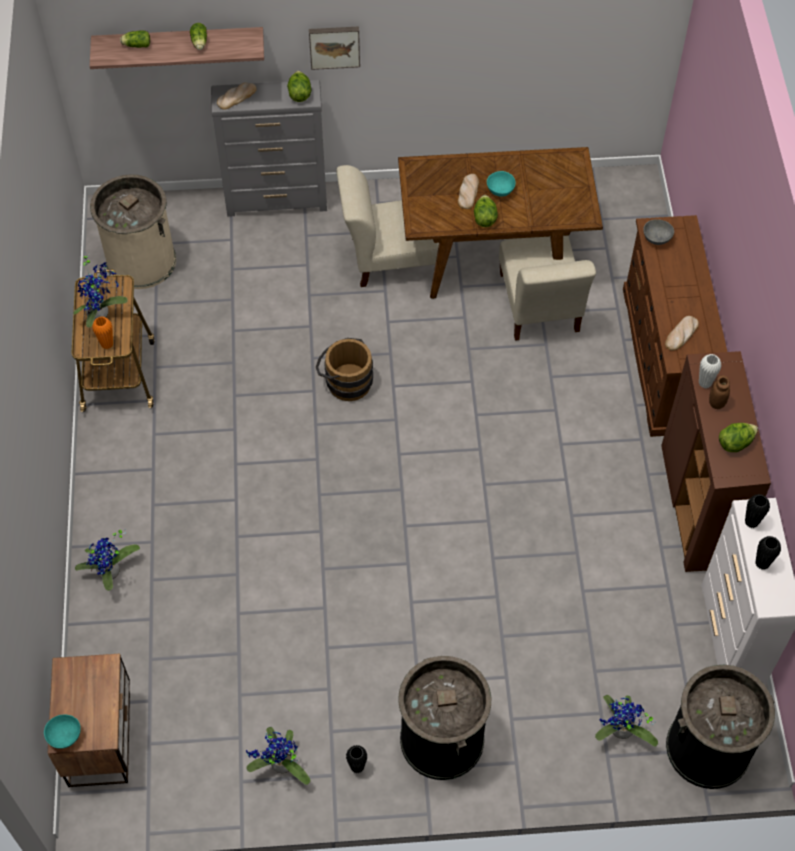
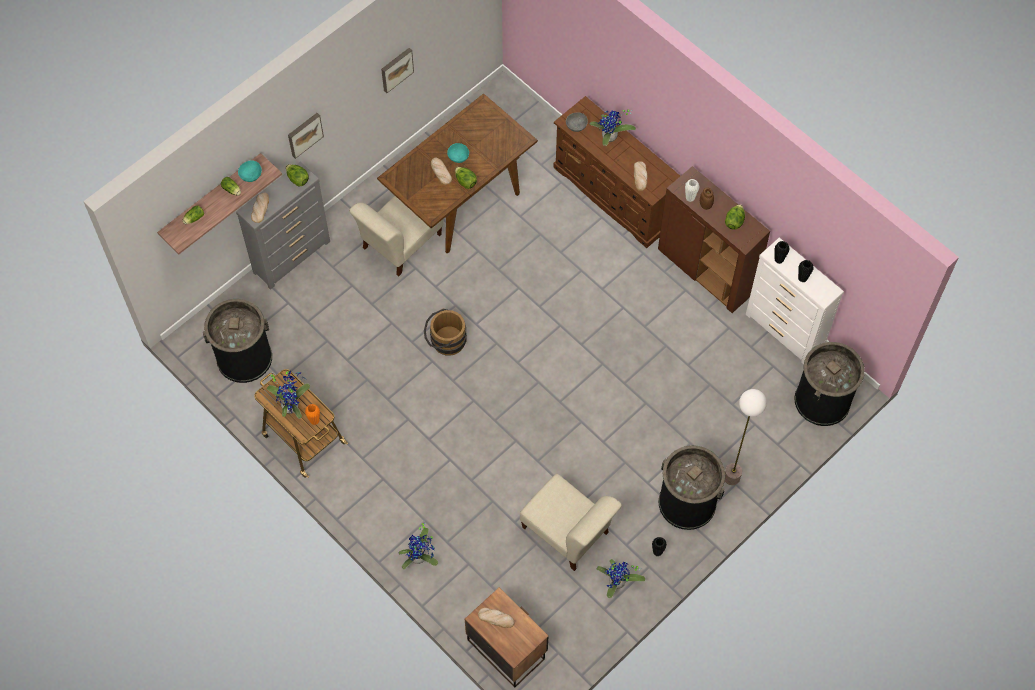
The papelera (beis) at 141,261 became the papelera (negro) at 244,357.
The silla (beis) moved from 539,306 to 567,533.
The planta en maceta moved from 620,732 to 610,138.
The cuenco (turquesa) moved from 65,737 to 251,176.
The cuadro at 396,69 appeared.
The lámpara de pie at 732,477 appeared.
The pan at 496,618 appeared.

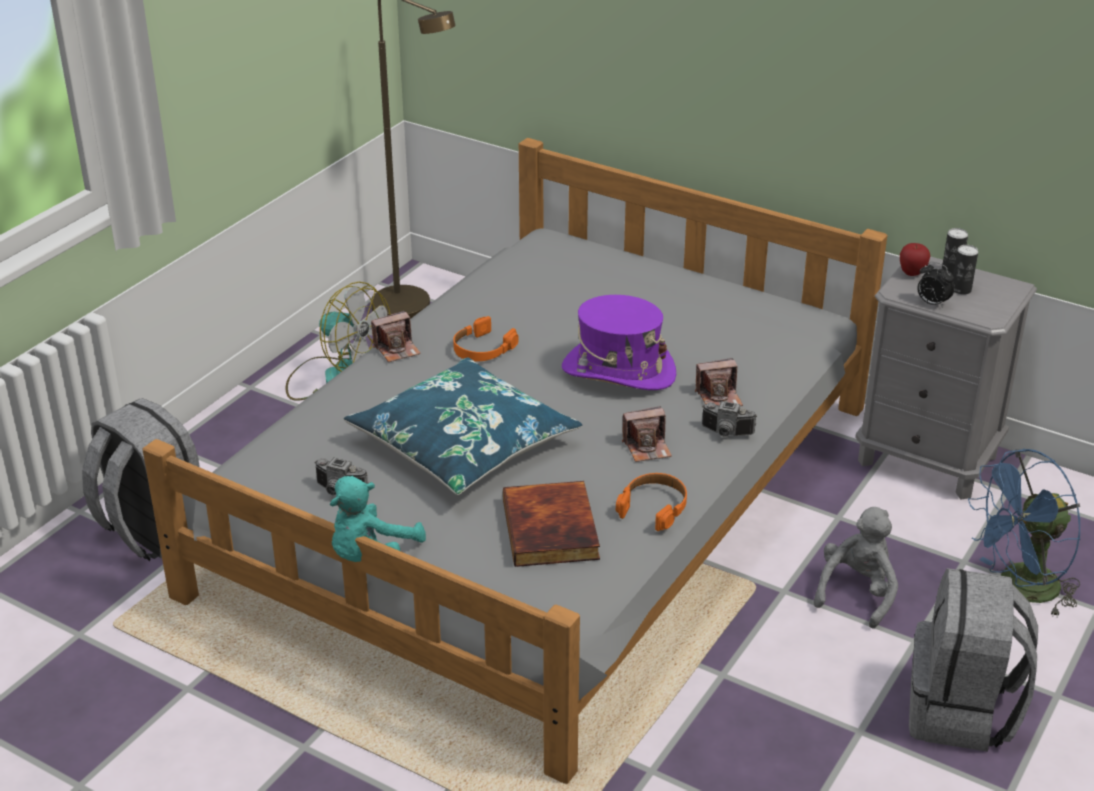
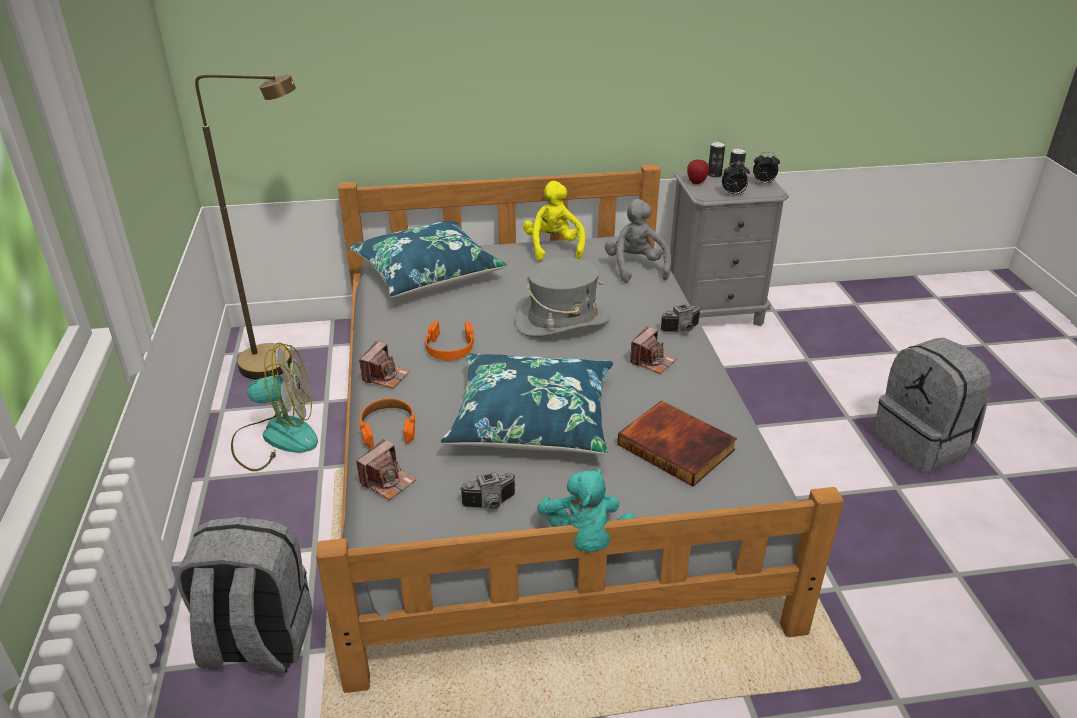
The sombrero (morado) at 618,371 became the sombrero (gris) at 562,322.
The cámara moved from 719,397 to 387,482.
The ventilador (azul) at 1019,590 disappeared.
The auriculares (naranja) moved from 654,507 to 388,428.
The peluche (gris) moved from 857,593 to 635,268.
The despertador at 763,183 appeared.
The peluche (amarillo) at 553,247 appeared.
The cojín (azul) at 427,273 appeared.

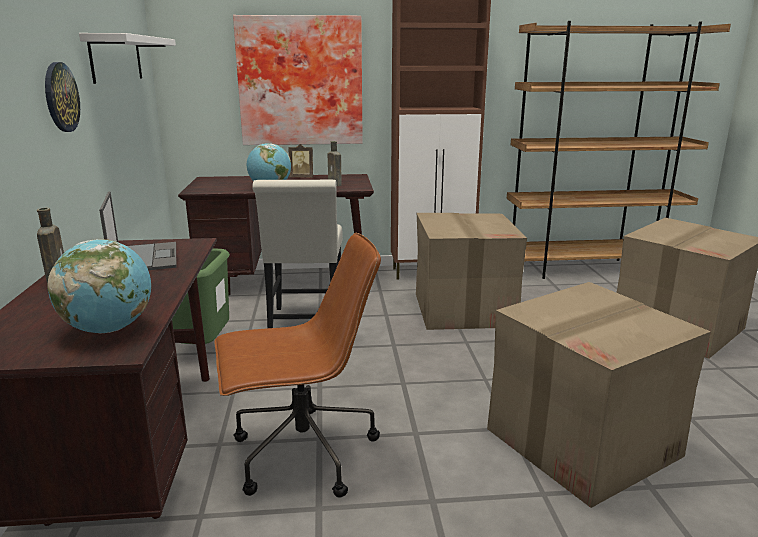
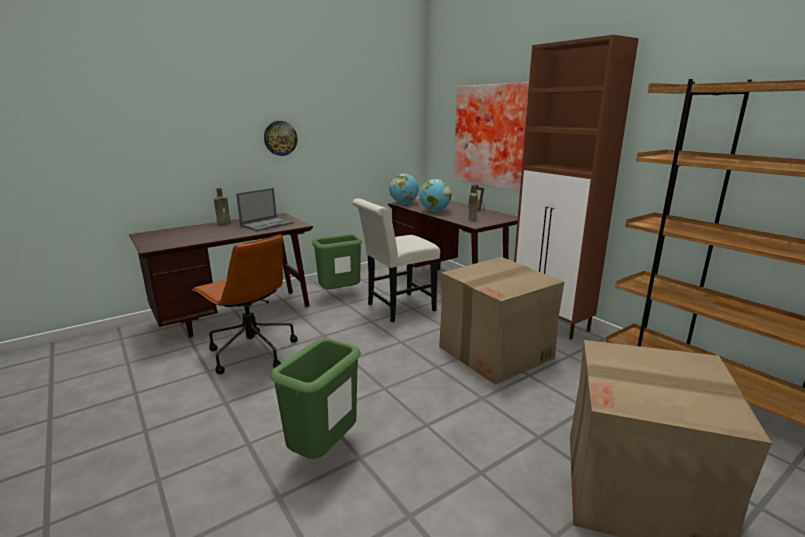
The estante (blanco) at 116,58 disappeared.
The globo terráqueo moved from 109,329 to 404,203.
The caja de cartón at 583,441 was replaced by the papelera (verde) at 324,451.

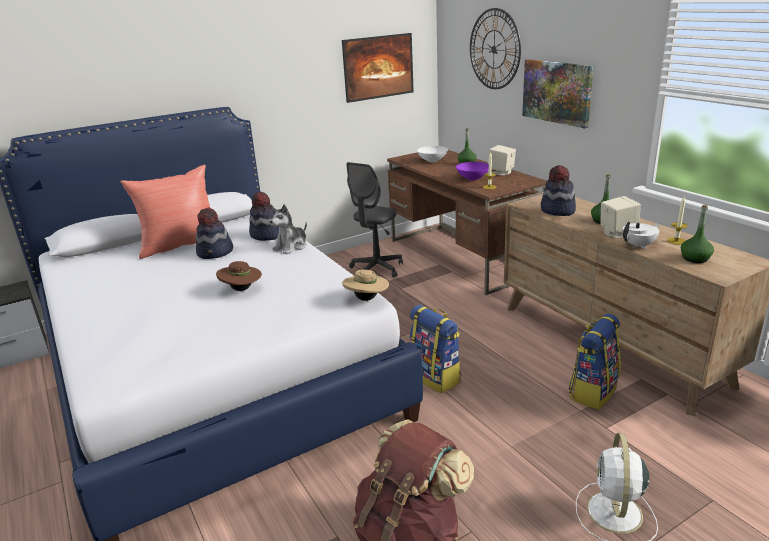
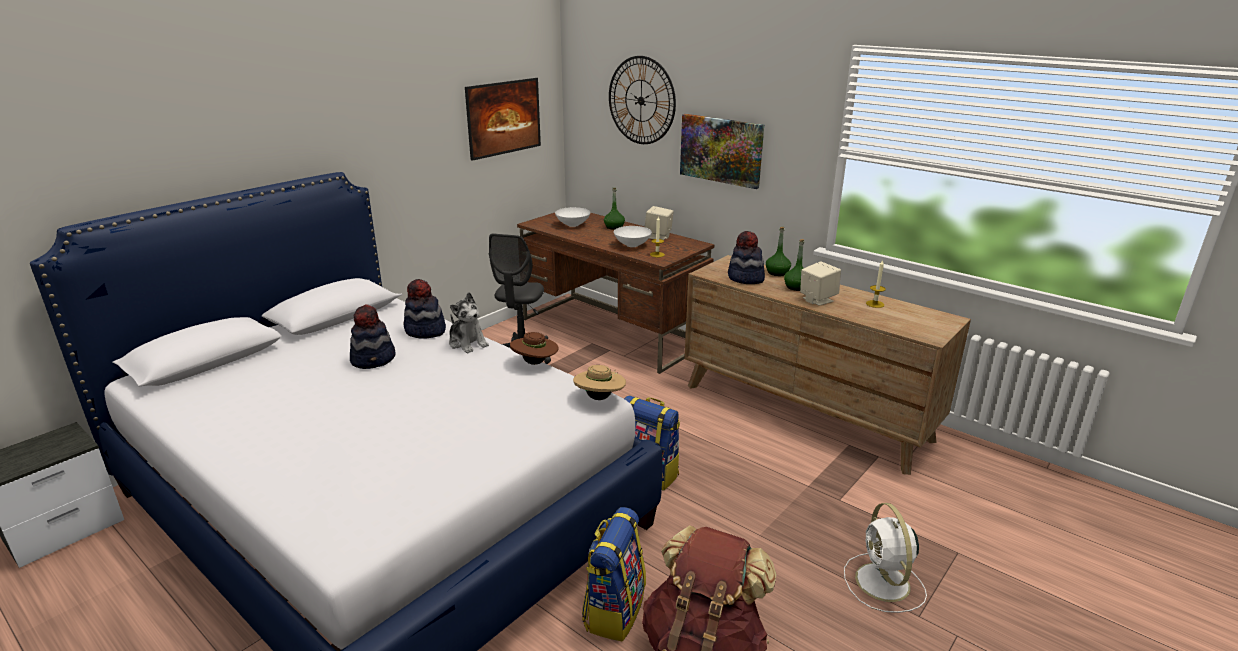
The cuenco (morado) at 473,178 became the cuenco (blanco) at 633,245.
The cojín (rojo) at 181,244 disappeared.
The peluche at 291,247 turned 60 degrees counterclockwise.
The botella (verde) moved from 695,258 to 777,273.
The tetera (blanco) at 639,246 disappeared.
The sombrero (marrón) moved from 241,289 to 535,363.
The mochila moved from 592,391 to 614,610.

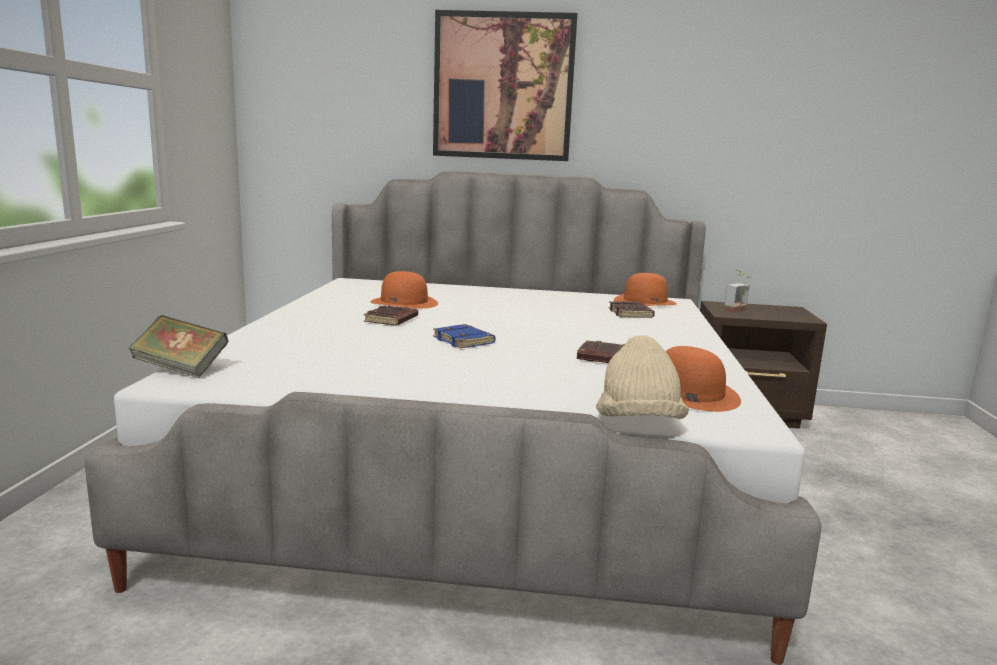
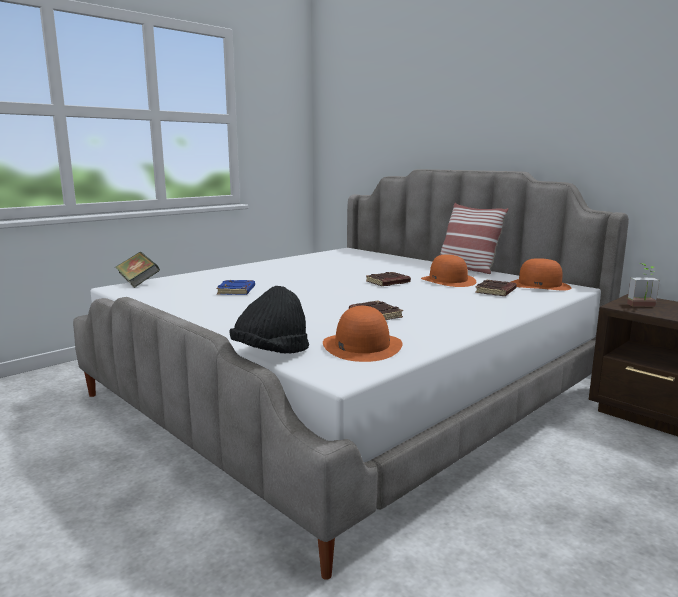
The cuadro at 503,87 disappeared.
The sombrero (naranja) moved from 404,302 to 448,281.
The libro (marrón) moved from 391,320 to 388,283.
The libro (azul) moved from 464,341 to 237,291.
The sombrero (beis) at 638,424 became the sombrero (negro) at 271,353.
The cojín at 467,268 appeared.

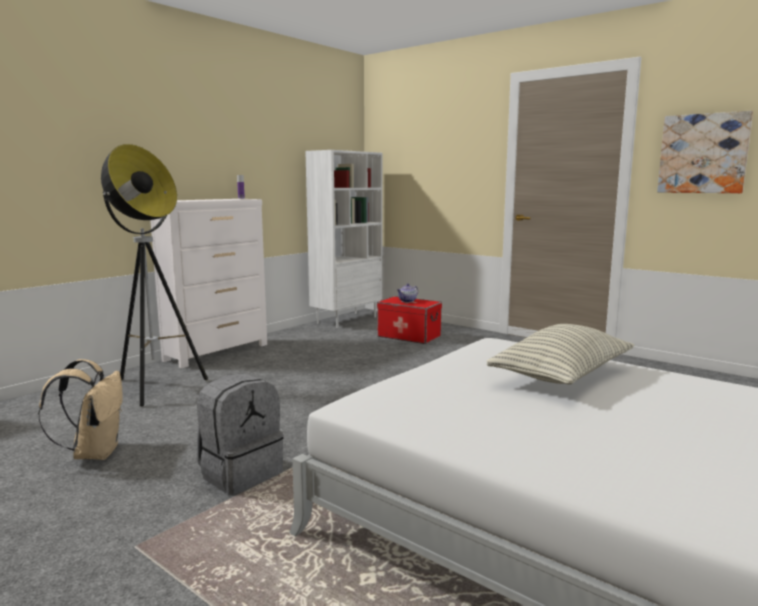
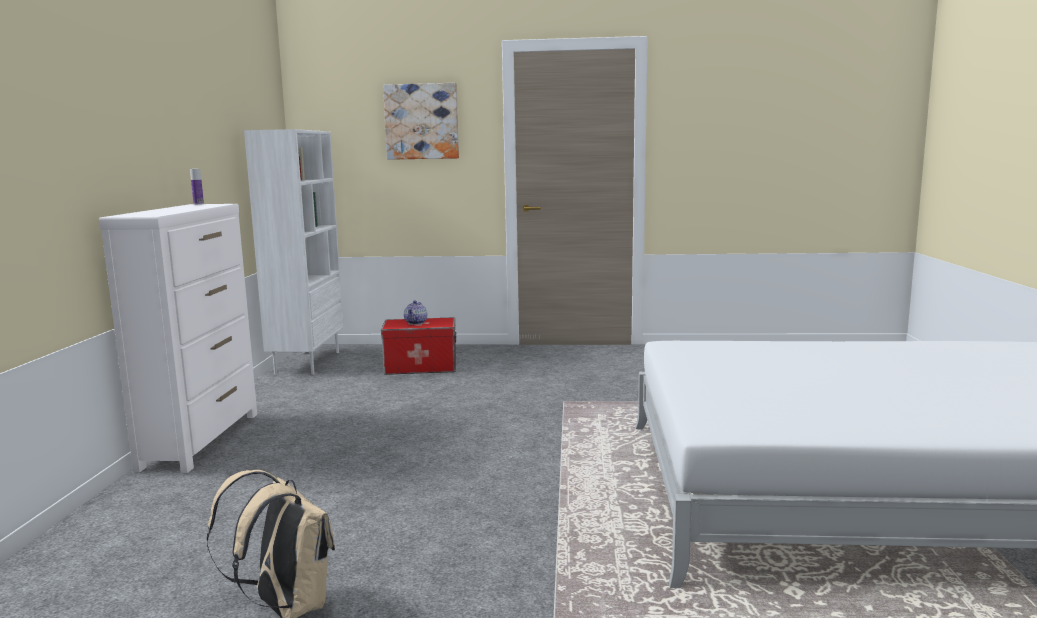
The cuadro moved from 703,153 to 422,121.
The lámpara de pie at 155,387 disappeared.
The cojín at 562,376 disappeared.
The mochila (gris) at 240,473 disappeared.

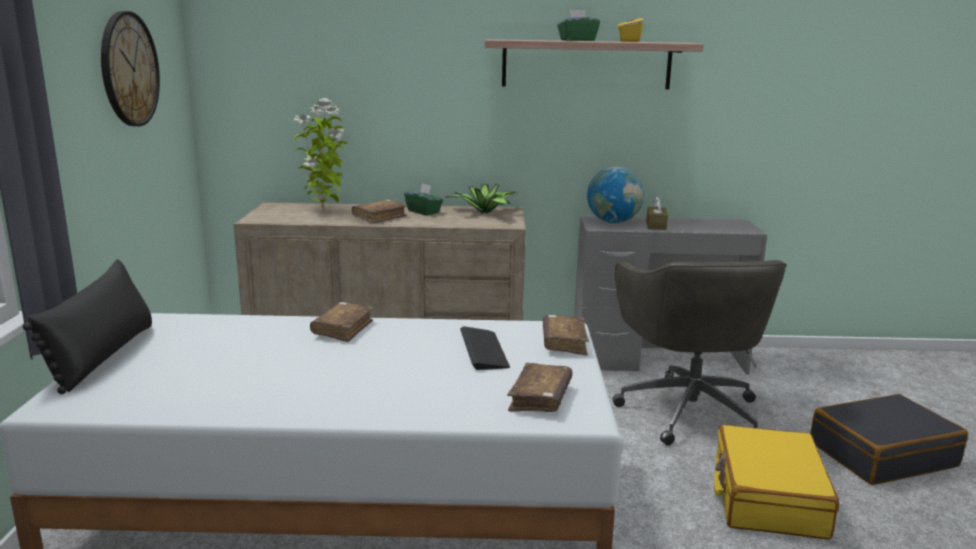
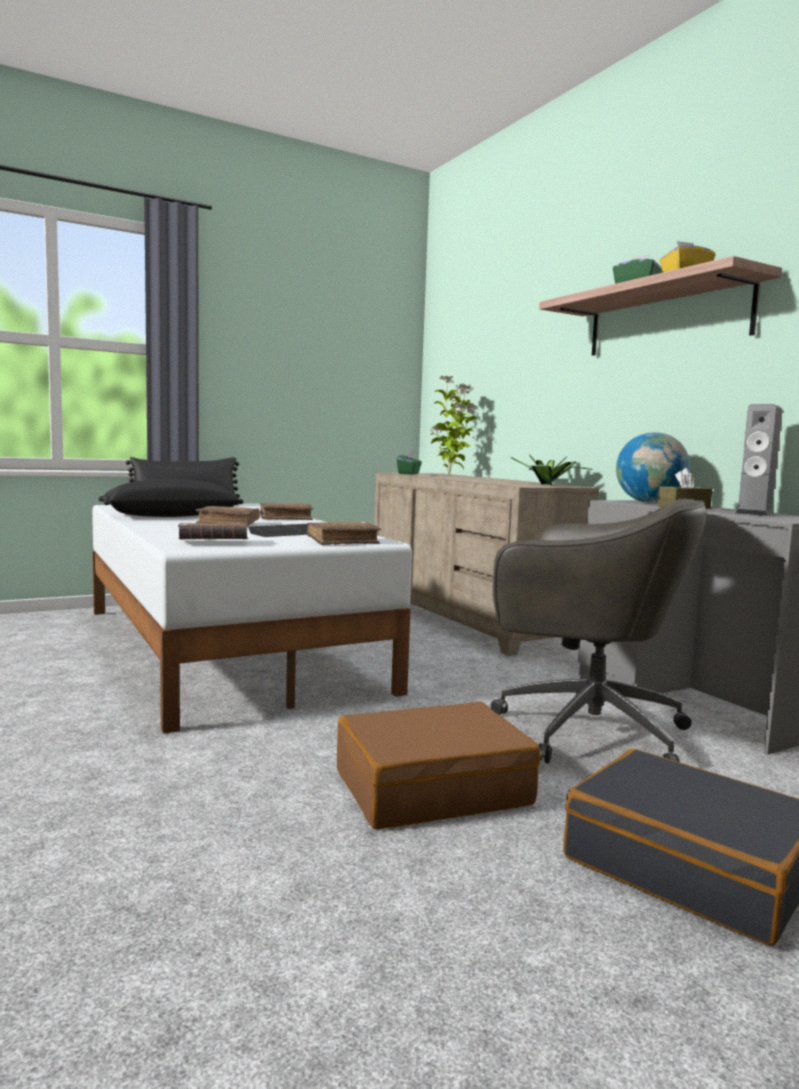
The reloj de pared at 129,69 disappeared.
The caja de pañuelos (verde) moved from 424,212 to 409,474.
The libro (marrón) moved from 379,217 to 228,523.
The silla de oficina (gris) at 689,410 turned 120 degrees counterclockwise.
The maleta (amarillo) at 767,497 became the maleta (marrón) at 432,787.
The altavoz at 754,513 appeared.
The cojín (negro) at 171,516 appeared.

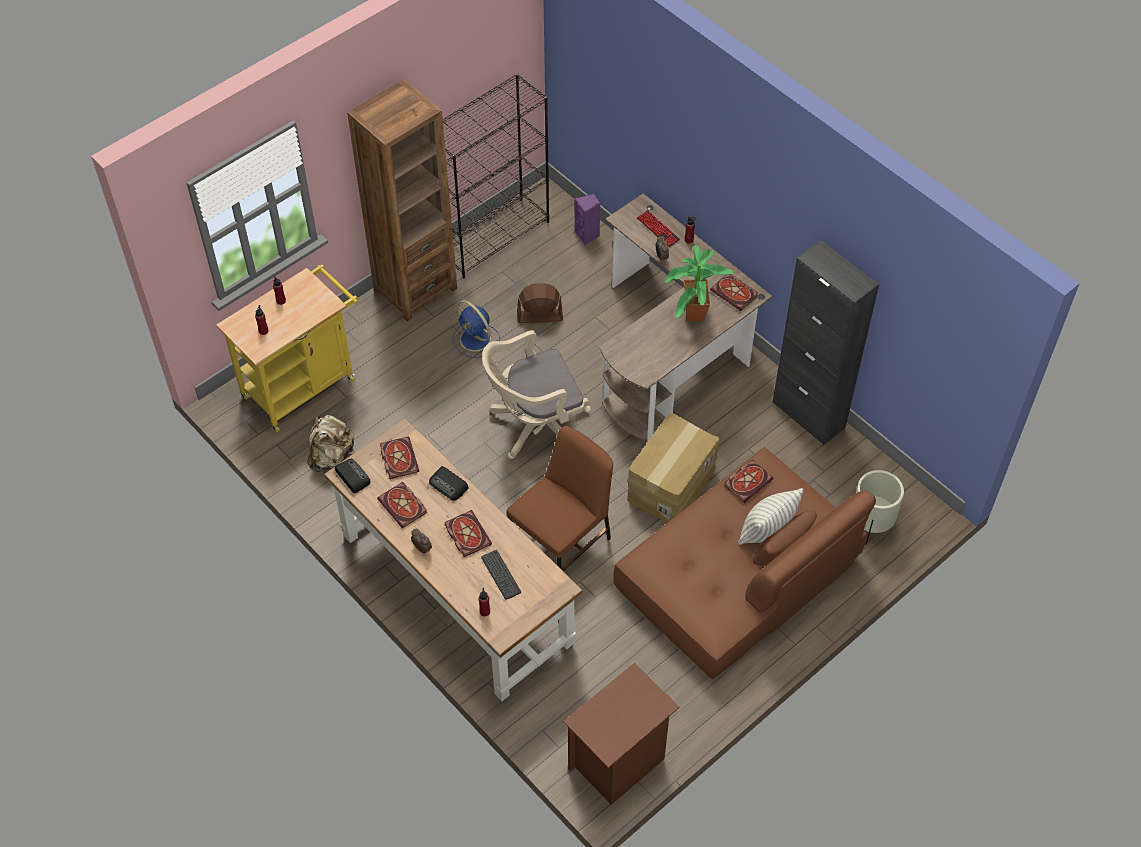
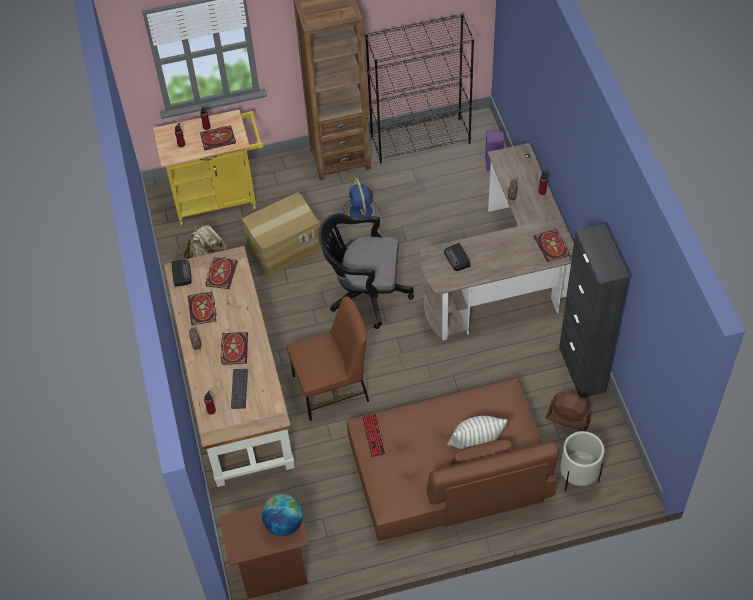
The teclado moved from 658,229 to 373,435.
The planta en maceta at 692,318 disappeared.
The ventilador (marrón) moved from 539,316 to 567,419.
The silla de oficina (beis) at 535,426 became the silla de oficina (negro) at 365,294.
The caja de cartón moved from 670,484 to 284,247.
The libro moved from 748,481 to 218,138.
The radio moved from 449,485 to 457,259.
The globo terráqueo at 284,524 appeared.

